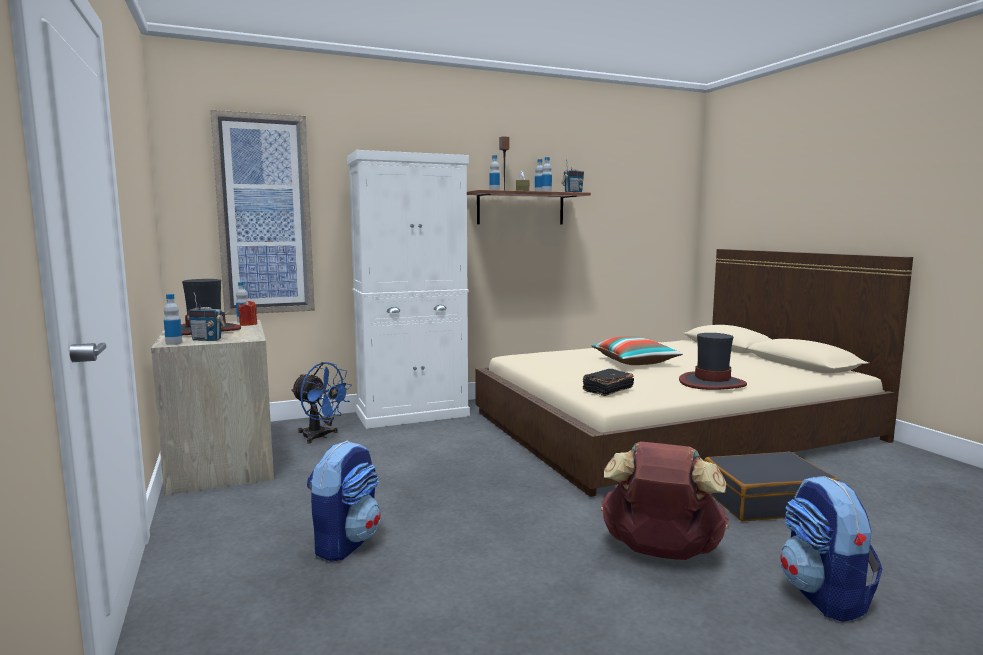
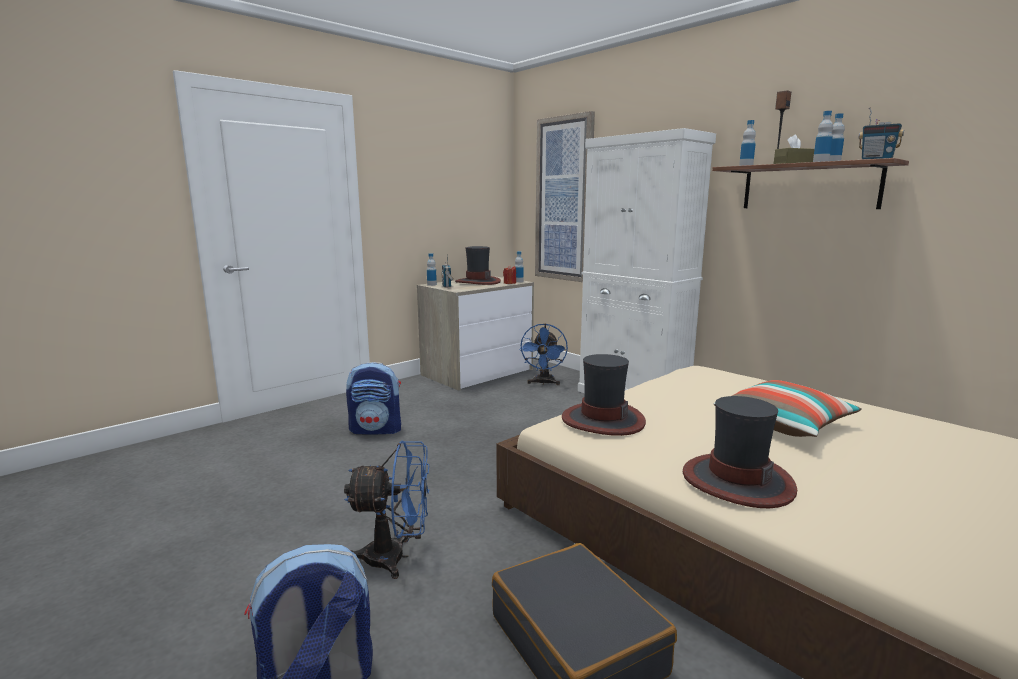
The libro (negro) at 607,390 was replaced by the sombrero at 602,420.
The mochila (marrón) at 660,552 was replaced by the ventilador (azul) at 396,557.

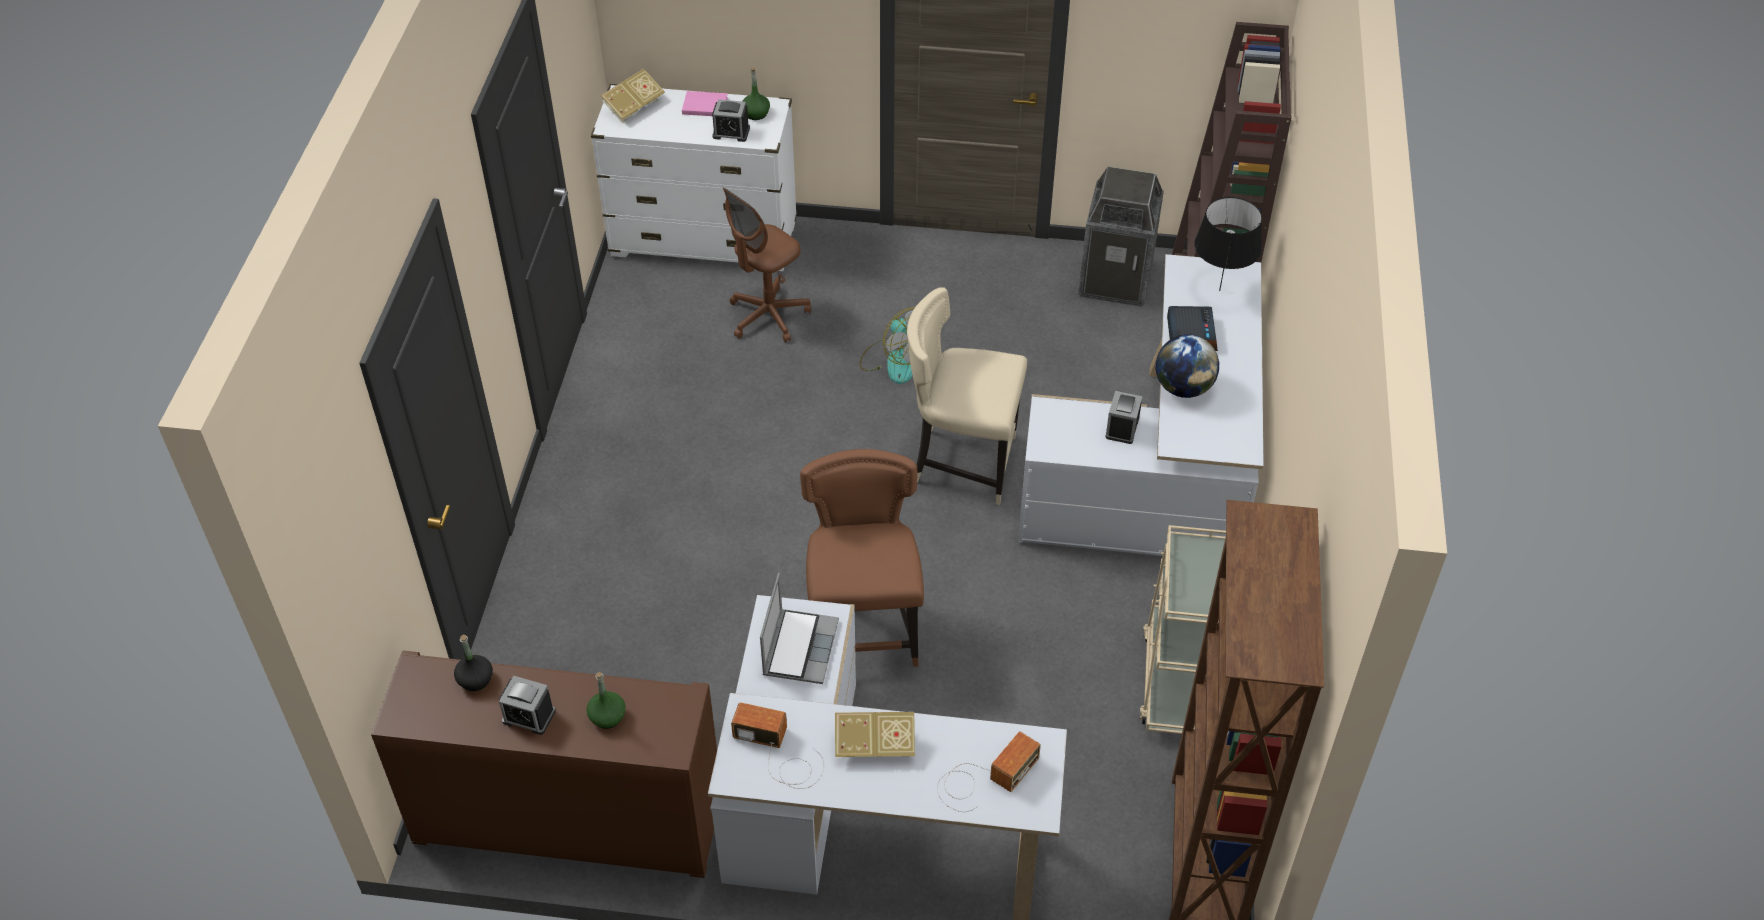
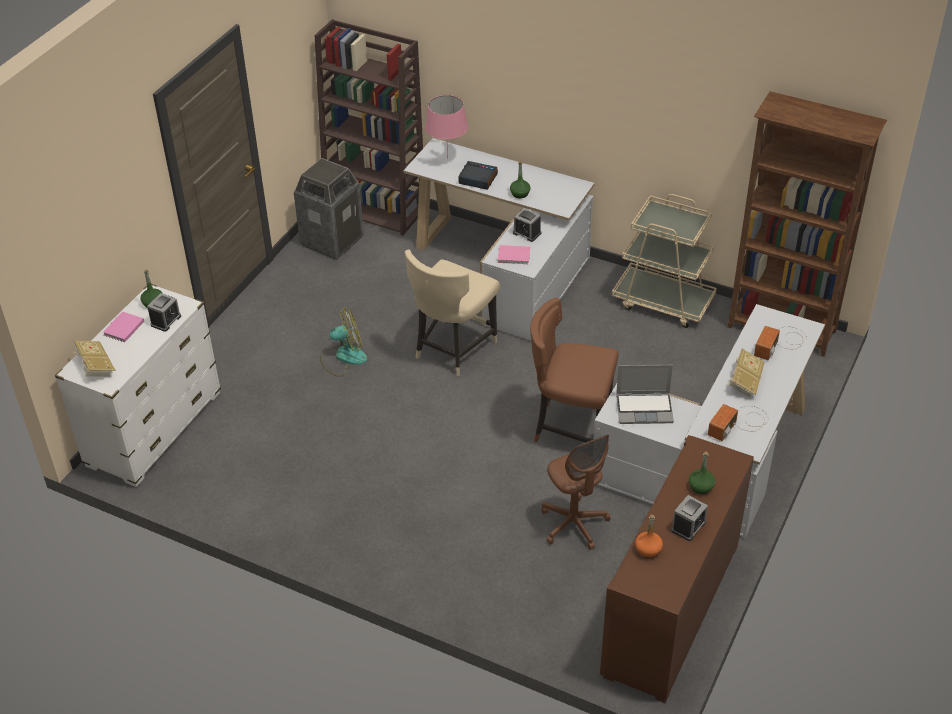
The silla de oficina (marrón) moved from 768,316 to 574,524.
The lámpara de mesa (negro) at 1219,290 became the lámpara de mesa (rosa) at 447,159.
The globo terráqueo at 1183,387 was replaced by the botella (verde) at 520,194.
The portátil at 799,647 turned 150 degrees clockwise.
The botella (negro) at 475,680 became the botella (naranja) at 648,550.
The radio at 984,778 turned 120 degrees counterclockwise.
The libro (rosa) at 514,256 appeared.

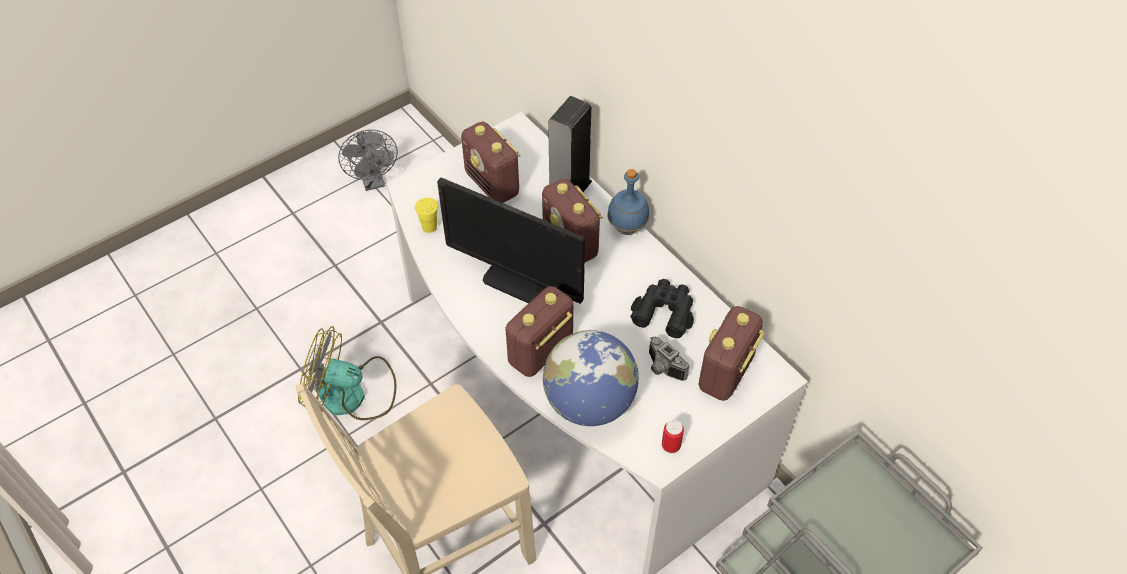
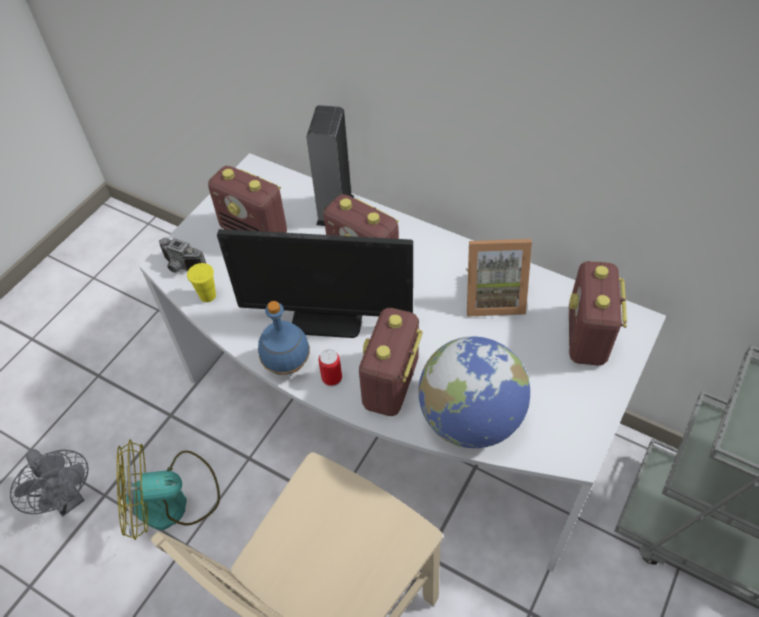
The ventilador (gris) moved from 373,181 to 68,499.
The botella (azul) moved from 627,228 to 288,365.
The prismáticos (negro) at 664,311 was replaced by the portarretratos at 493,297.
The cámara moved from 662,369 to 181,267.
The lata moved from 671,445 to 332,378.

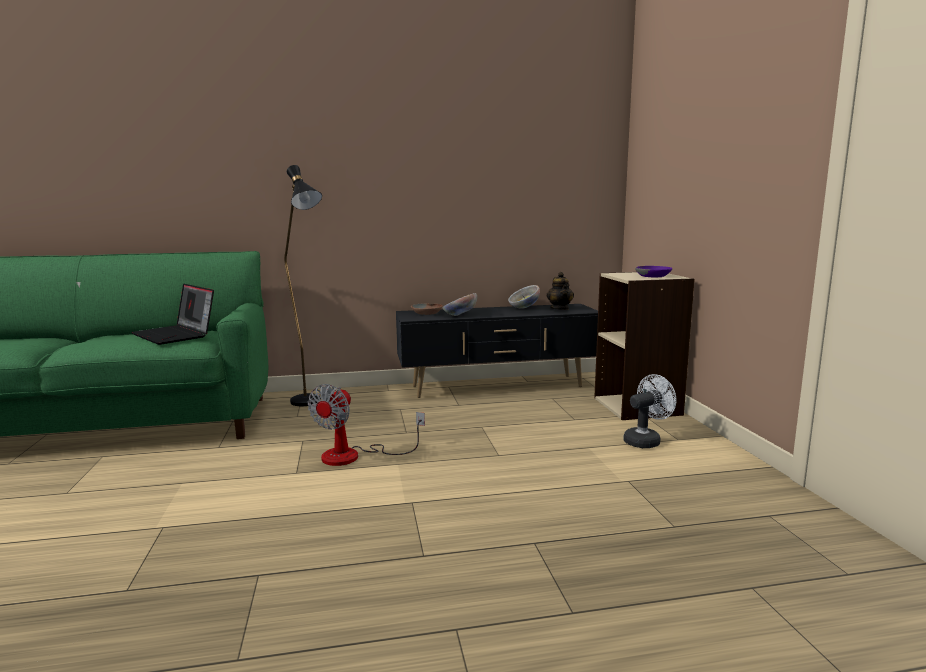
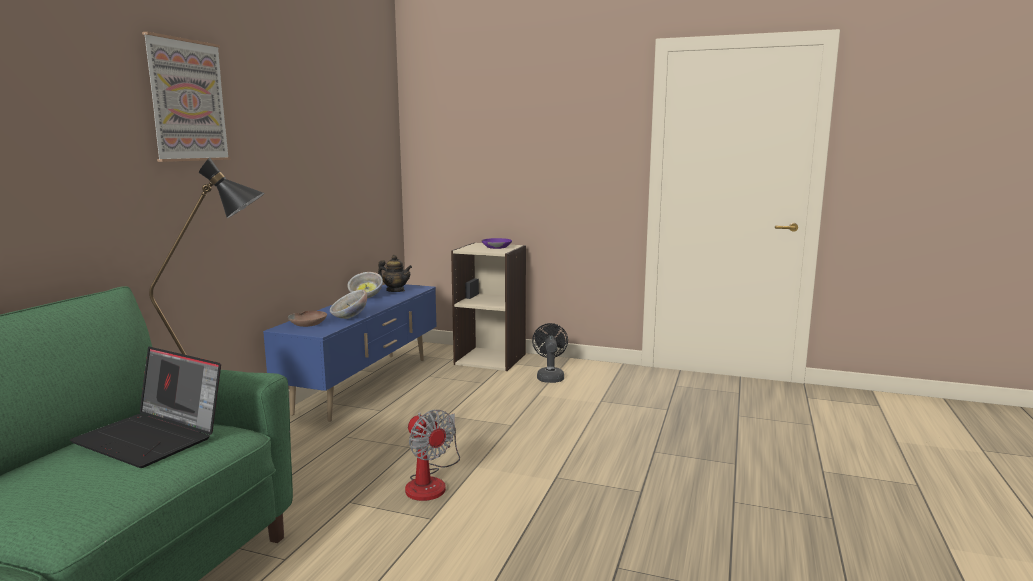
The portátil at 176,335 turned 45 degrees clockwise.
The mueble de televisión (negro) at 498,387 became the mueble de televisión (azul) at 366,385.
The ventilador (blanco) at 645,440 became the ventilador (negro) at 550,376.
The cuadro at 187,100 appeared.

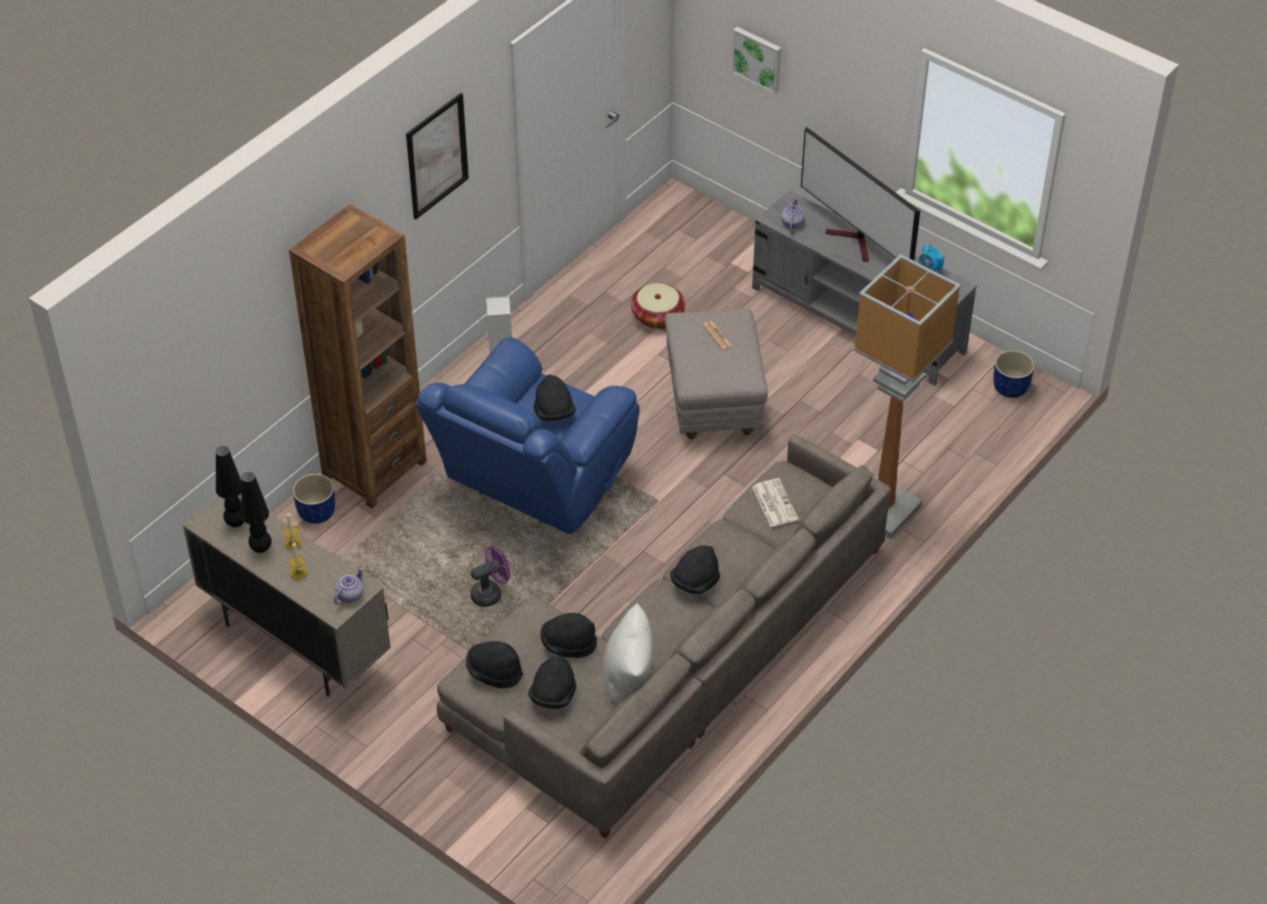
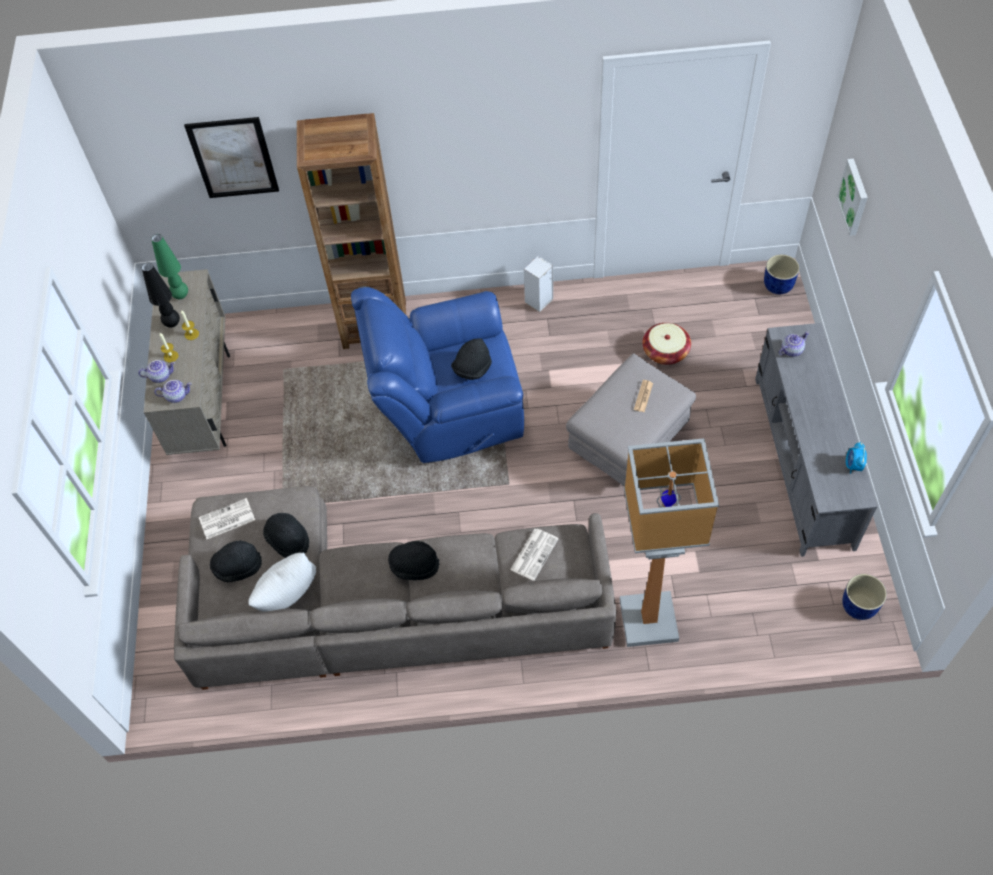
The cuadro moved from 437,156 to 233,158.
The televisor at 855,242 disappeared.
The lámpara de mesa (negro) at 236,523 became the lámpara de mesa (verde) at 181,295.
The maceta (azul) moved from 316,512 to 778,285.
The ventilador (morado) at 490,593 disappeared.
The sombrero (negro) at 494,672 was replaced by the periódico at 226,519.
The tetera at 161,376 appeared.

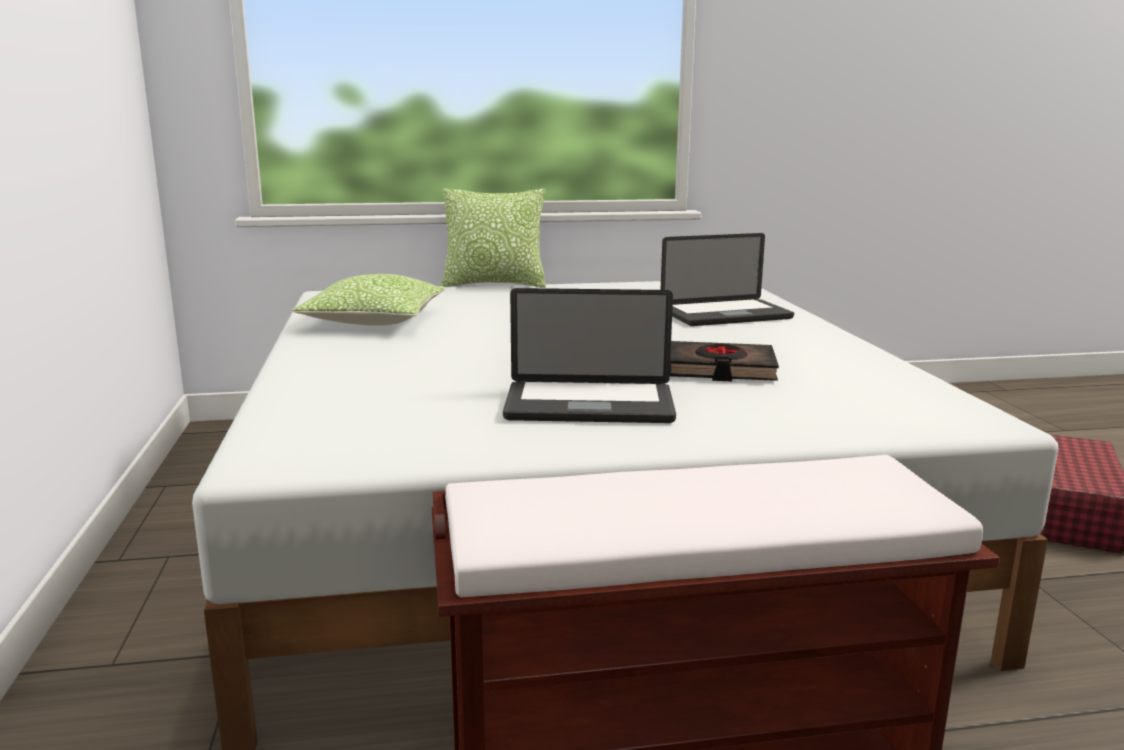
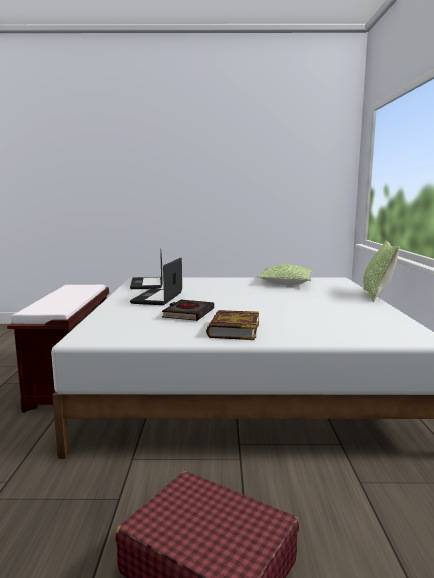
The portátil moved from 726,315 to 147,284.
The libro at 233,330 appeared.

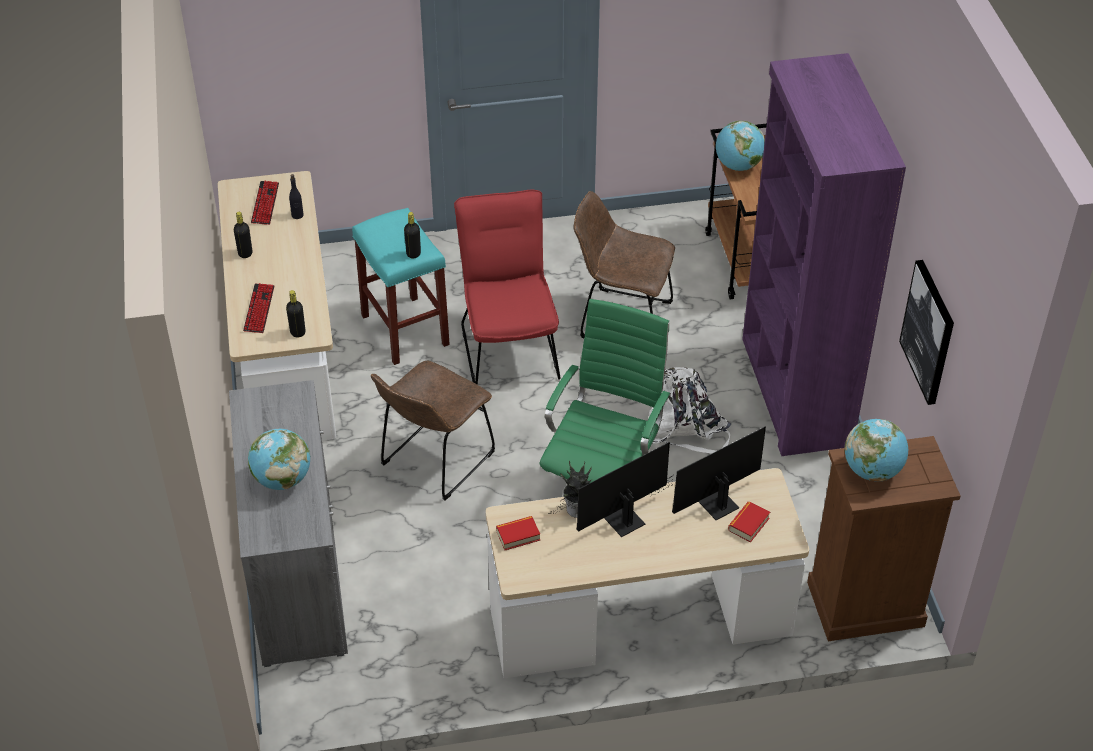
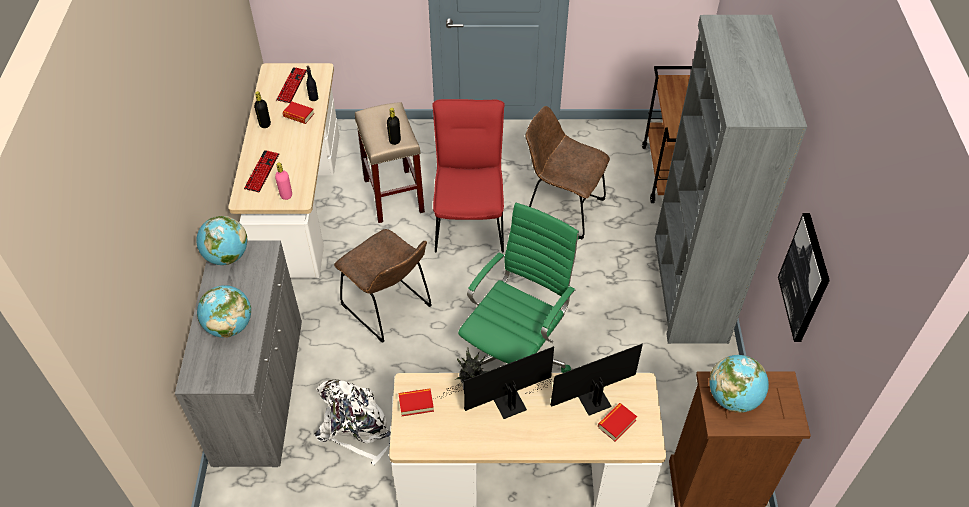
The estantería (morado) at 794,392 became the estantería (gris) at 688,289.
The globo terráqueo moved from 738,165 to 227,256.
The taburete (turquesa) at 406,331 became the taburete (beis) at 394,196.
The botella (negro) at 298,332 became the botella (rosa) at 286,195.
The silla (marrón) at 434,462 turned 90 degrees counterclockwise.
The mochila (blanco) moved from 685,429 to 356,428.
The libro at 298,115 appeared.

